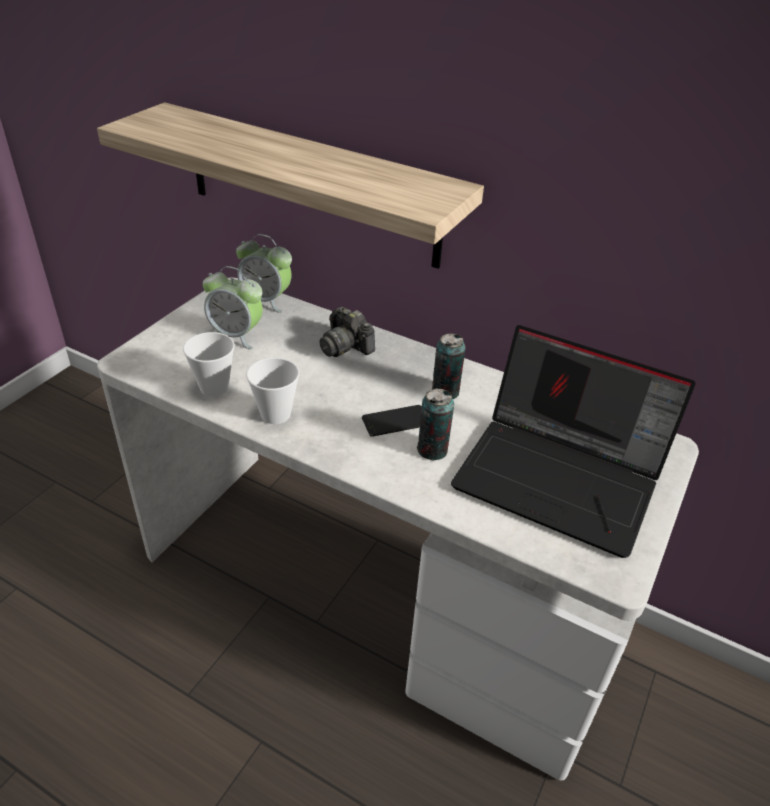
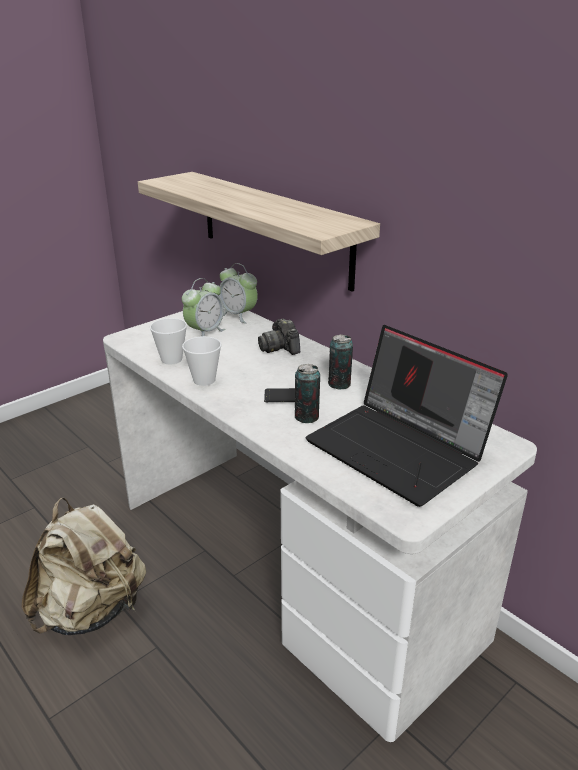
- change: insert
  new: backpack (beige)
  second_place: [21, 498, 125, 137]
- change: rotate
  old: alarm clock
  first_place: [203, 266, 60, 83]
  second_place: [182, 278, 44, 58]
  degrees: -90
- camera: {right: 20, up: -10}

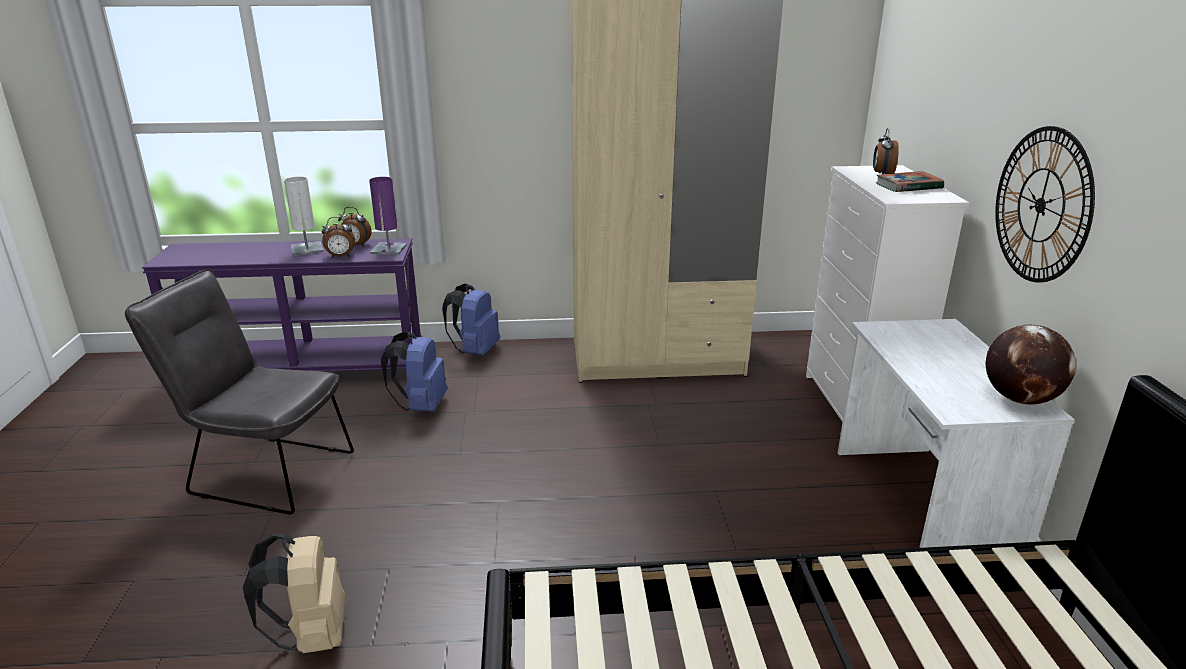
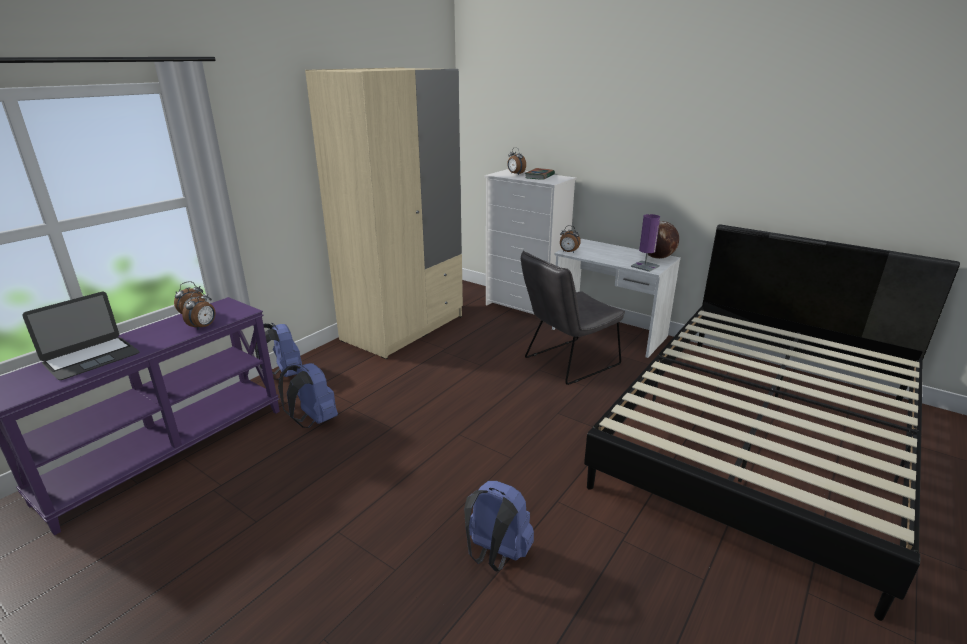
- change: insert
  new: laptop
  second_place: [22, 292, 118, 88]
- change: recolor
  old: backpack (beige)
  new: backpack (blue)
  first_place: [243, 533, 102, 120]
  second_place: [464, 481, 70, 91]
- change: move
  old: chair (grey)
  first_place: [125, 269, 229, 246]
  second_place: [521, 250, 104, 135]
- change: insert
  new: alarm clock
  second_place: [560, 226, 21, 27]
- change: move
  old: table lamp (purple)
  first_place: [369, 177, 38, 78]
  second_place: [631, 214, 29, 58]
- change: delete
  old: table lamp (white)
  first_place: [284, 177, 39, 79]
- change: delete
  old: wall clock
  first_place: [995, 126, 100, 157]
- camera: {right: -50, up: 0}

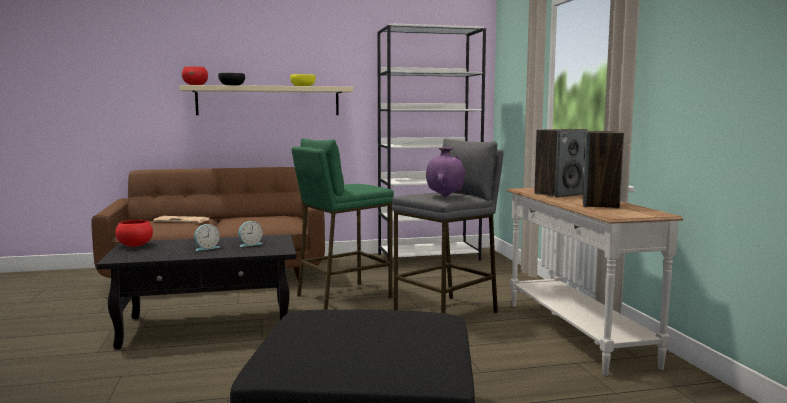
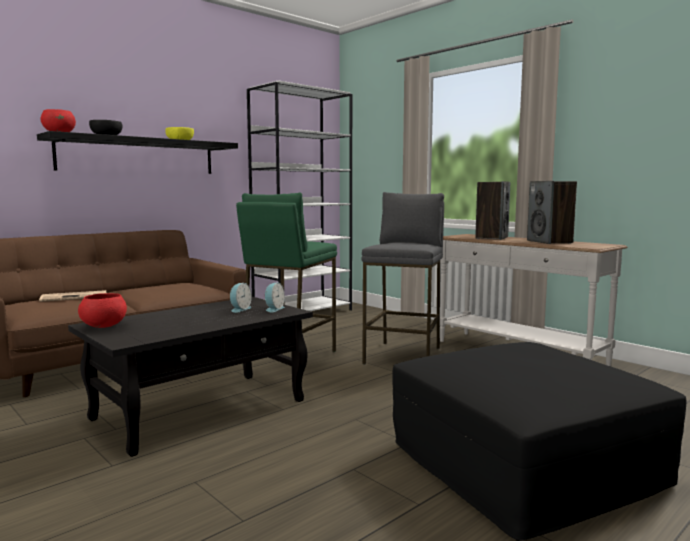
- change: recolor
  old: shelf (beige)
  new: shelf (black)
  first_place: [179, 85, 174, 30]
  second_place: [37, 131, 201, 43]
- change: move
  old: alarm clock
  first_place: [194, 224, 26, 27]
  second_place: [265, 283, 20, 30]
- change: delete
  old: vase (purple)
  first_place: [426, 147, 39, 50]
- camera: {right: -30, up: 0}

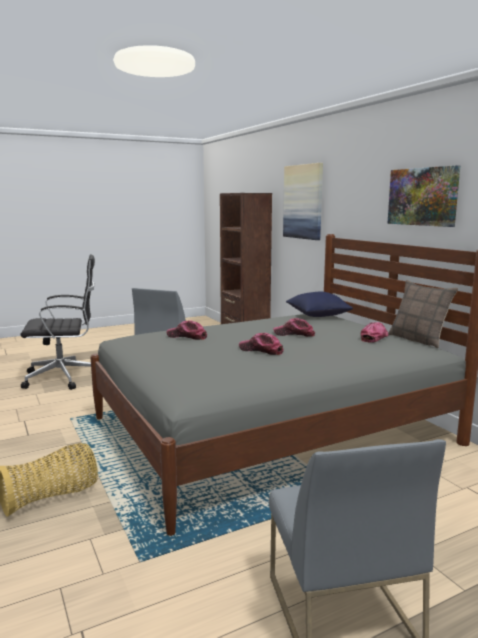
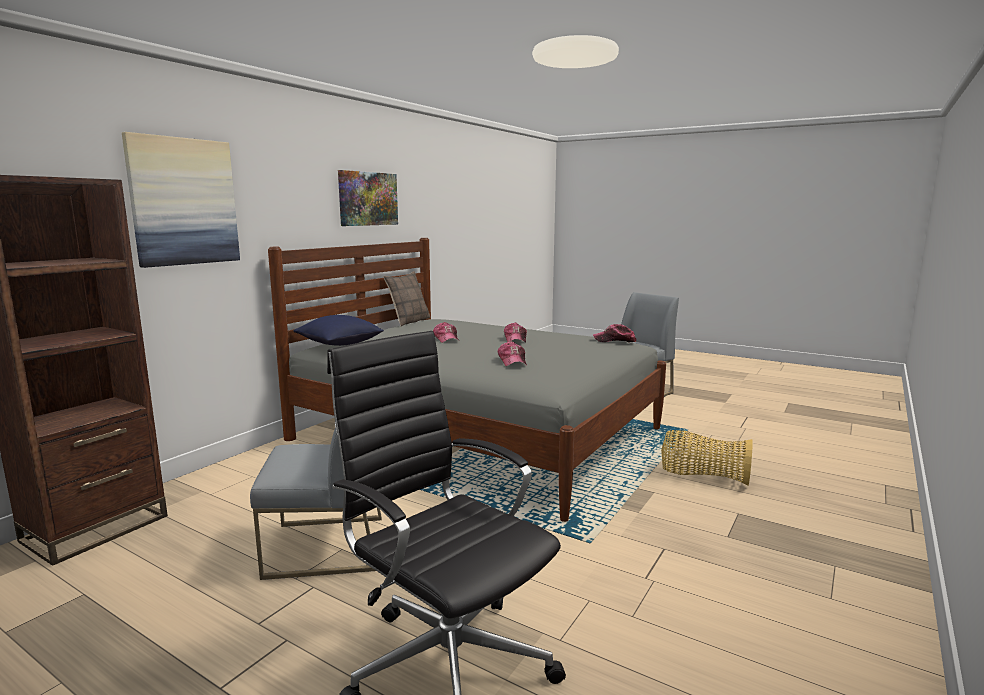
- change: move
  old: cap
  first_place: [361, 322, 28, 21]
  second_place: [593, 324, 44, 19]
- camera: {right: -120, up: 0}

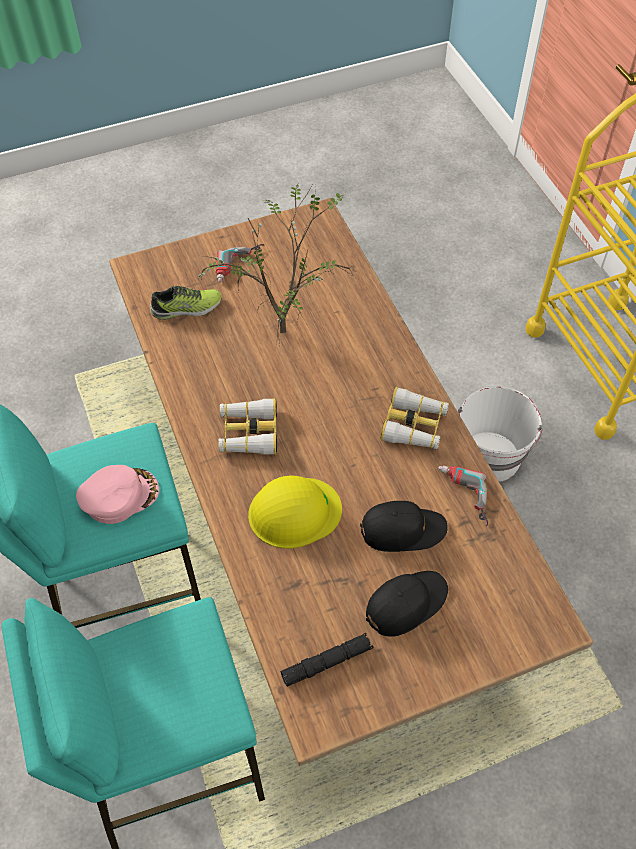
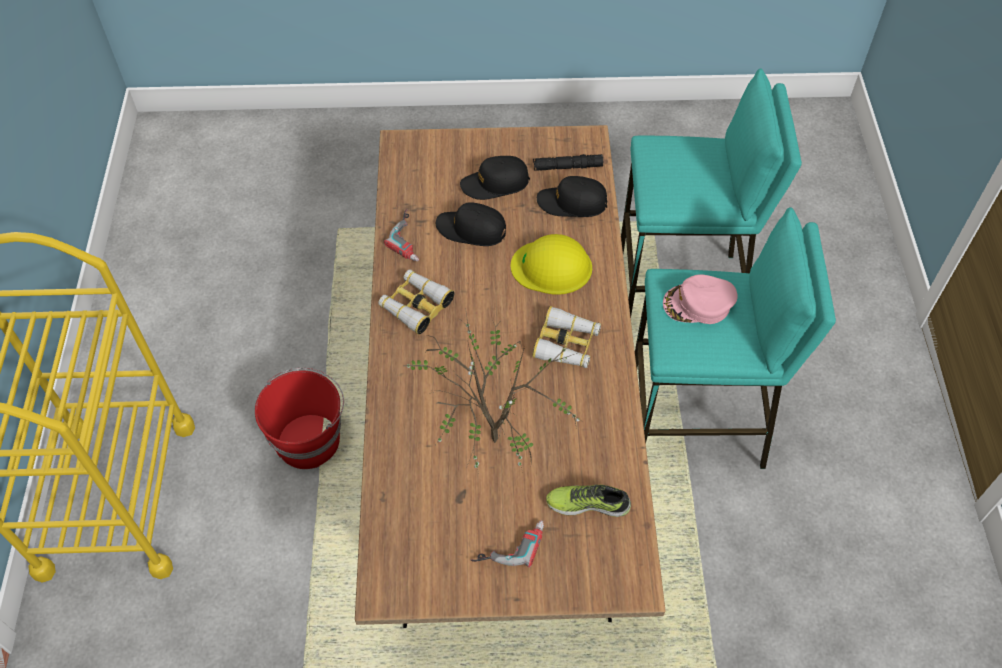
- change: recolor
  old: bucket (white)
  new: bucket (red)
  first_place: [458, 386, 84, 96]
  second_place: [255, 368, 89, 101]
- change: insert
  new: cap (black)
  second_place: [537, 176, 70, 41]
- camera: {right: -160, up: 0}

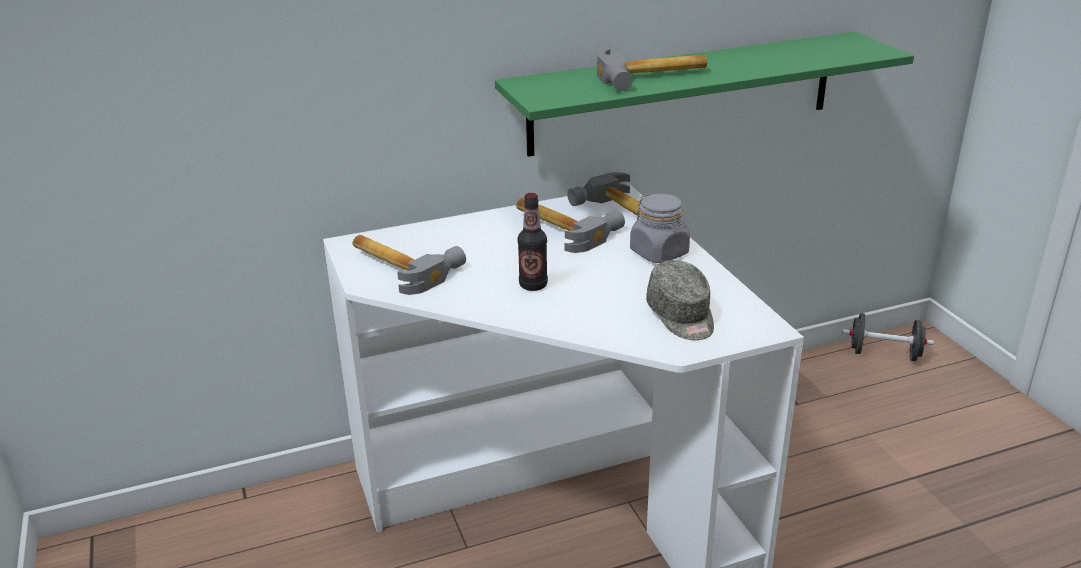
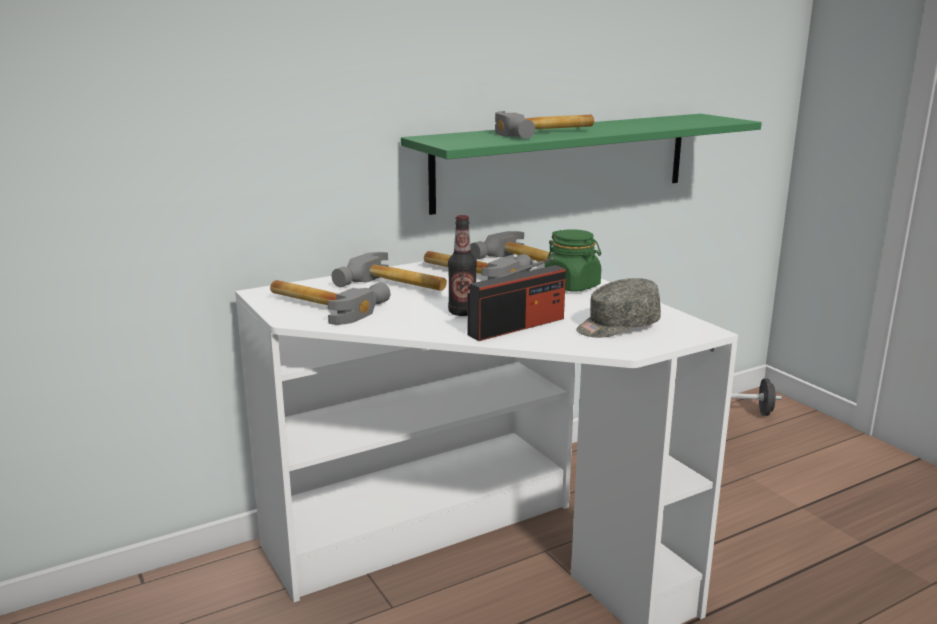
- change: insert
  new: hammer
  second_place: [331, 252, 116, 39]
- change: insert
  new: radio
  second_place: [467, 257, 99, 84]
- change: recolor
  old: jar (grey)
  new: jar (green)
  first_place: [630, 193, 60, 70]
  second_place: [544, 229, 57, 62]
- change: rotate
  old: cap (grey)
  first_place: [646, 260, 68, 80]
  second_place: [576, 278, 85, 59]
  degrees: 90
- camera: {right: -10, up: -10}

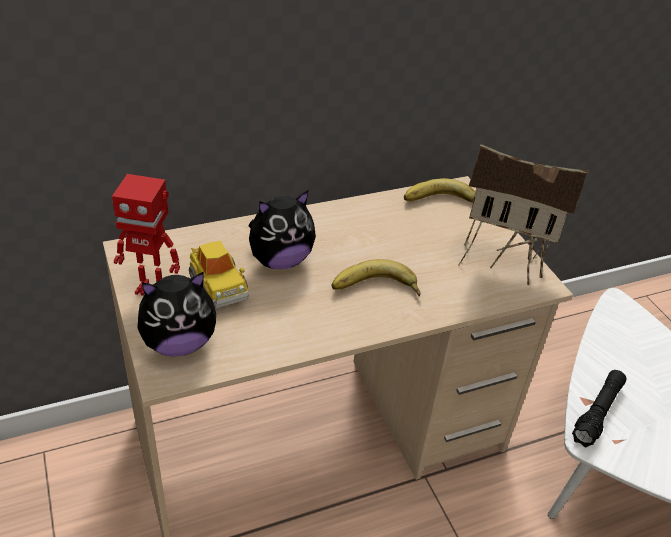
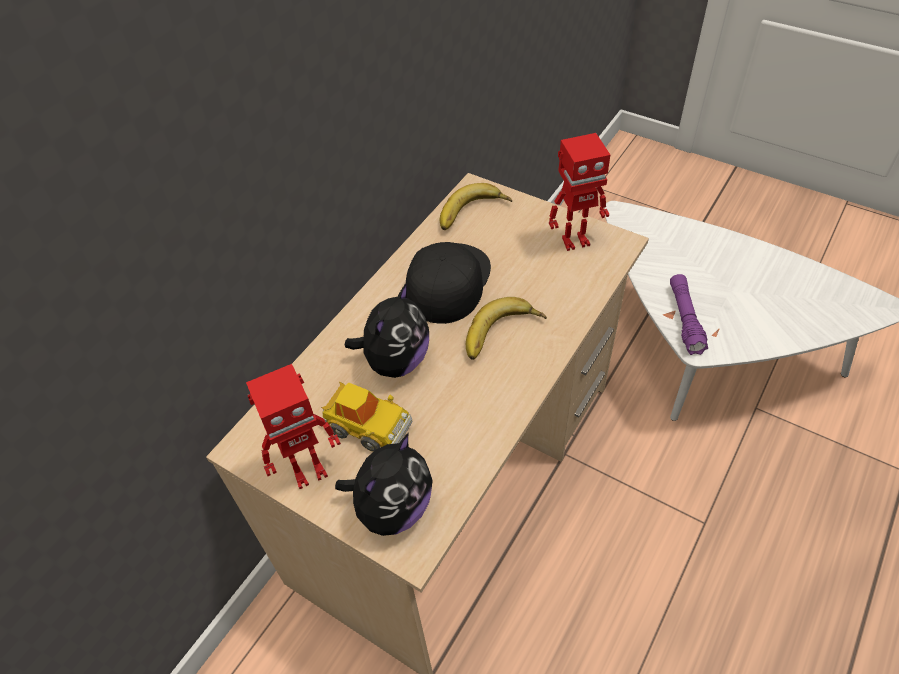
- change: insert
  new: cap (black)
  second_place: [406, 242, 85, 82]
- change: replace
  old: toy house
  new: toy robot
  first_place: [458, 144, 131, 141]
  second_place: [549, 133, 61, 118]
- change: recolor
  old: flashlight (black)
  new: flashlight (purple)
  first_place: [572, 370, 54, 77]
  second_place: [670, 274, 38, 81]
- camera: {right: -30, up: 10}

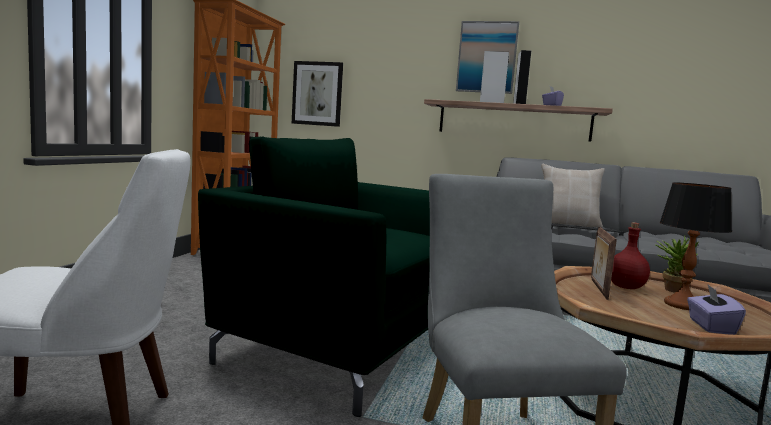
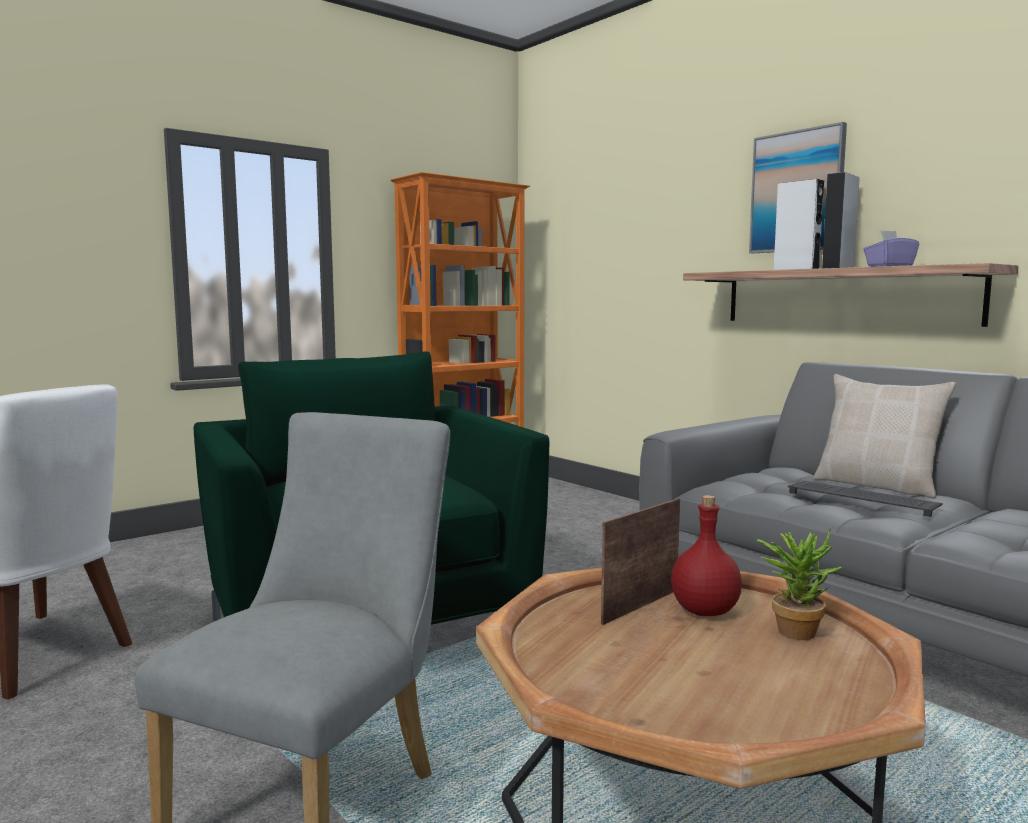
- change: delete
  old: picture
  first_place: [292, 61, 51, 66]
- change: delete
  old: table lamp
  first_place: [660, 182, 72, 128]
- change: delete
  old: tissue box (purple)
  first_place: [687, 285, 59, 50]
- camera: {right: 35, up: 0}

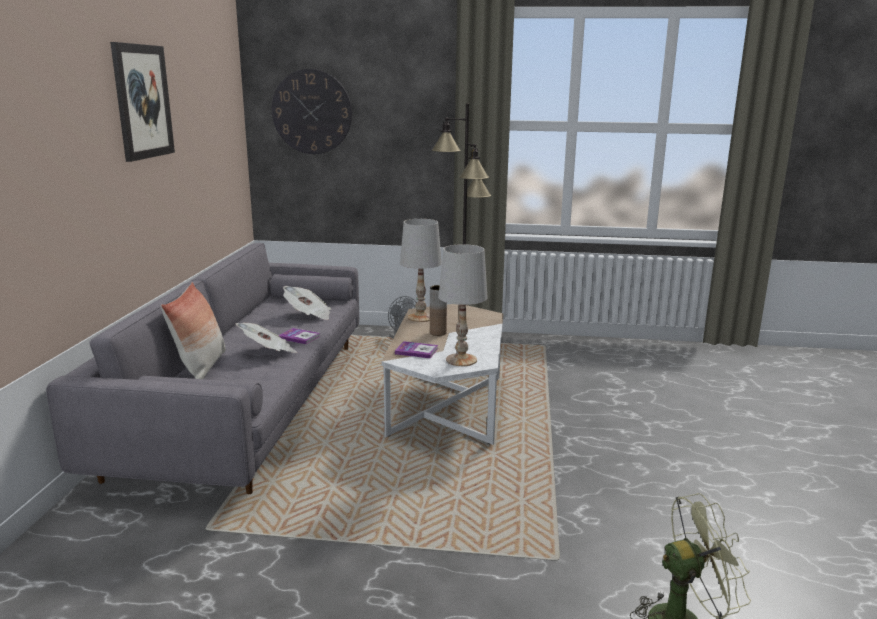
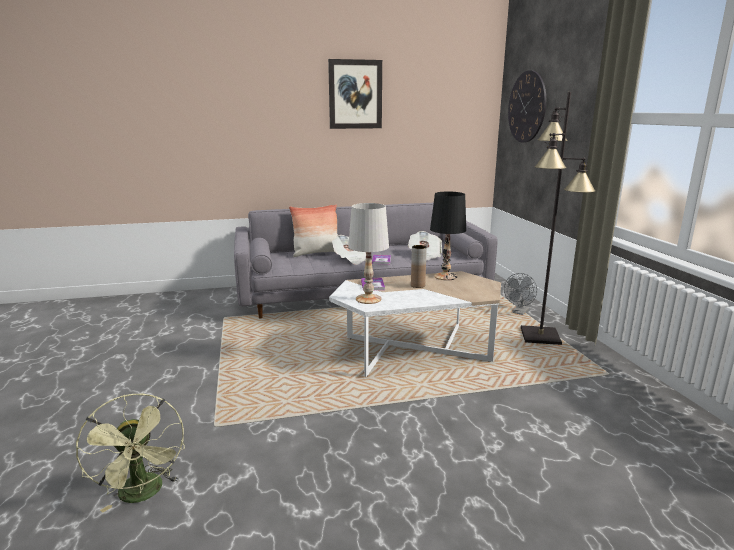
- change: recolor
  old: table lamp (white)
  new: table lamp (black)
  first_place: [400, 219, 42, 103]
  second_place: [430, 192, 36, 88]
- camera: {right: 70, up: 0}

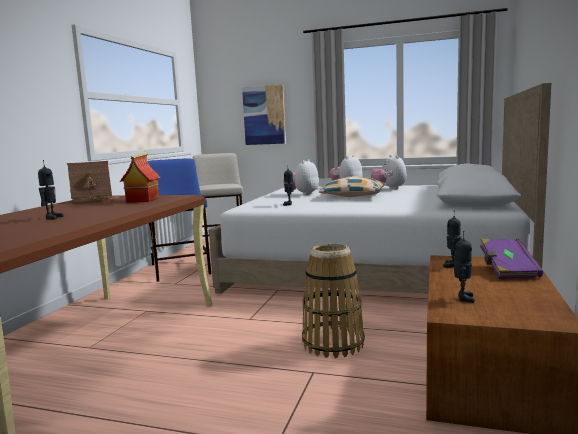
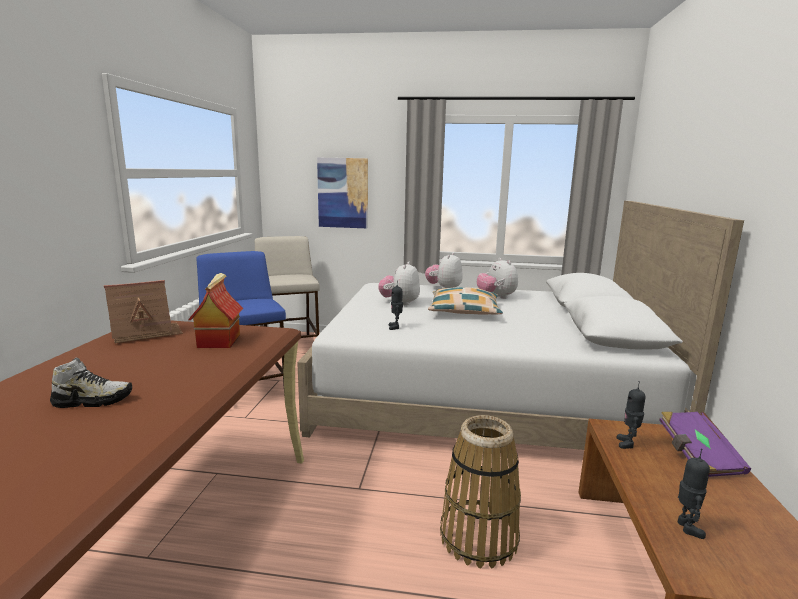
- change: replace
  old: toy robot
  new: shoe
  first_place: [38, 160, 26, 60]
  second_place: [50, 358, 82, 50]
- camera: {right: -10, up: 5}

